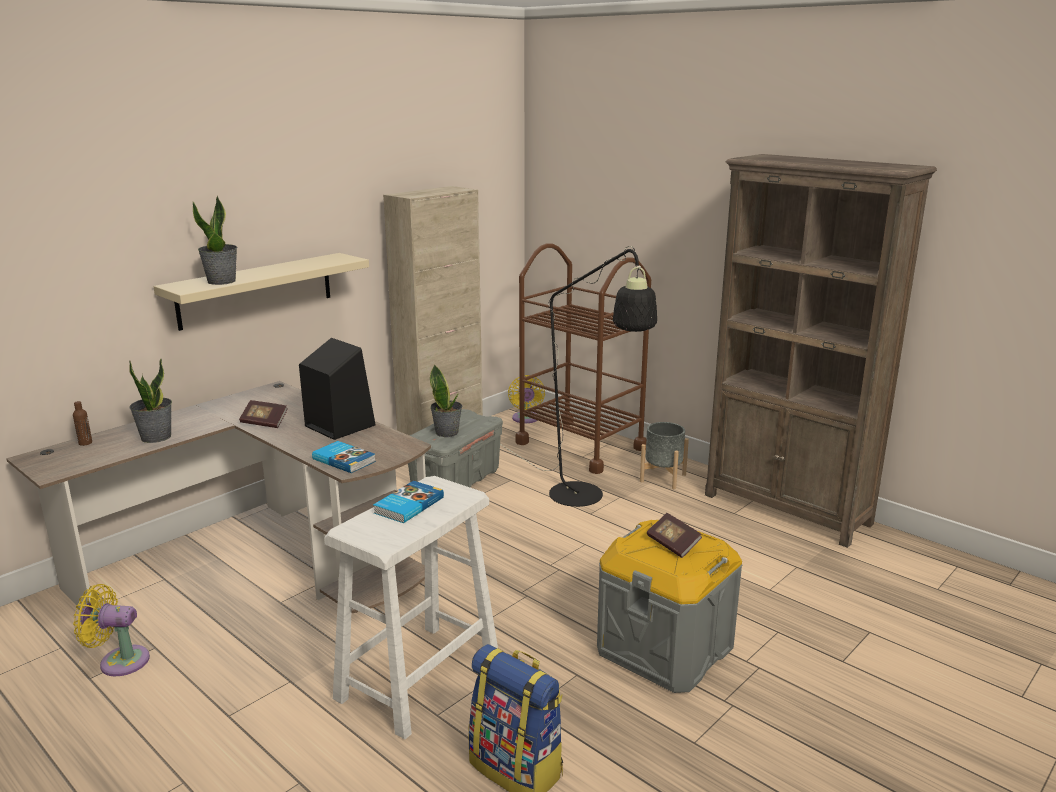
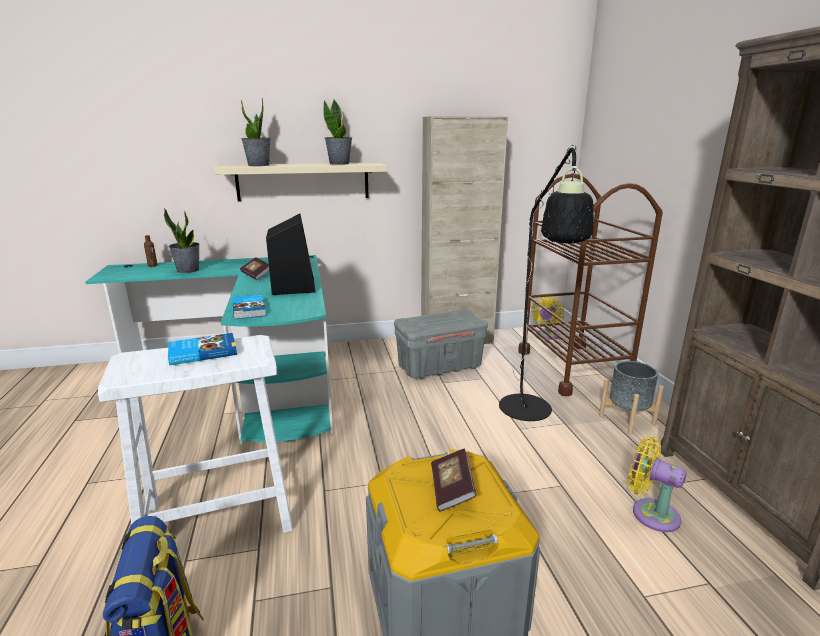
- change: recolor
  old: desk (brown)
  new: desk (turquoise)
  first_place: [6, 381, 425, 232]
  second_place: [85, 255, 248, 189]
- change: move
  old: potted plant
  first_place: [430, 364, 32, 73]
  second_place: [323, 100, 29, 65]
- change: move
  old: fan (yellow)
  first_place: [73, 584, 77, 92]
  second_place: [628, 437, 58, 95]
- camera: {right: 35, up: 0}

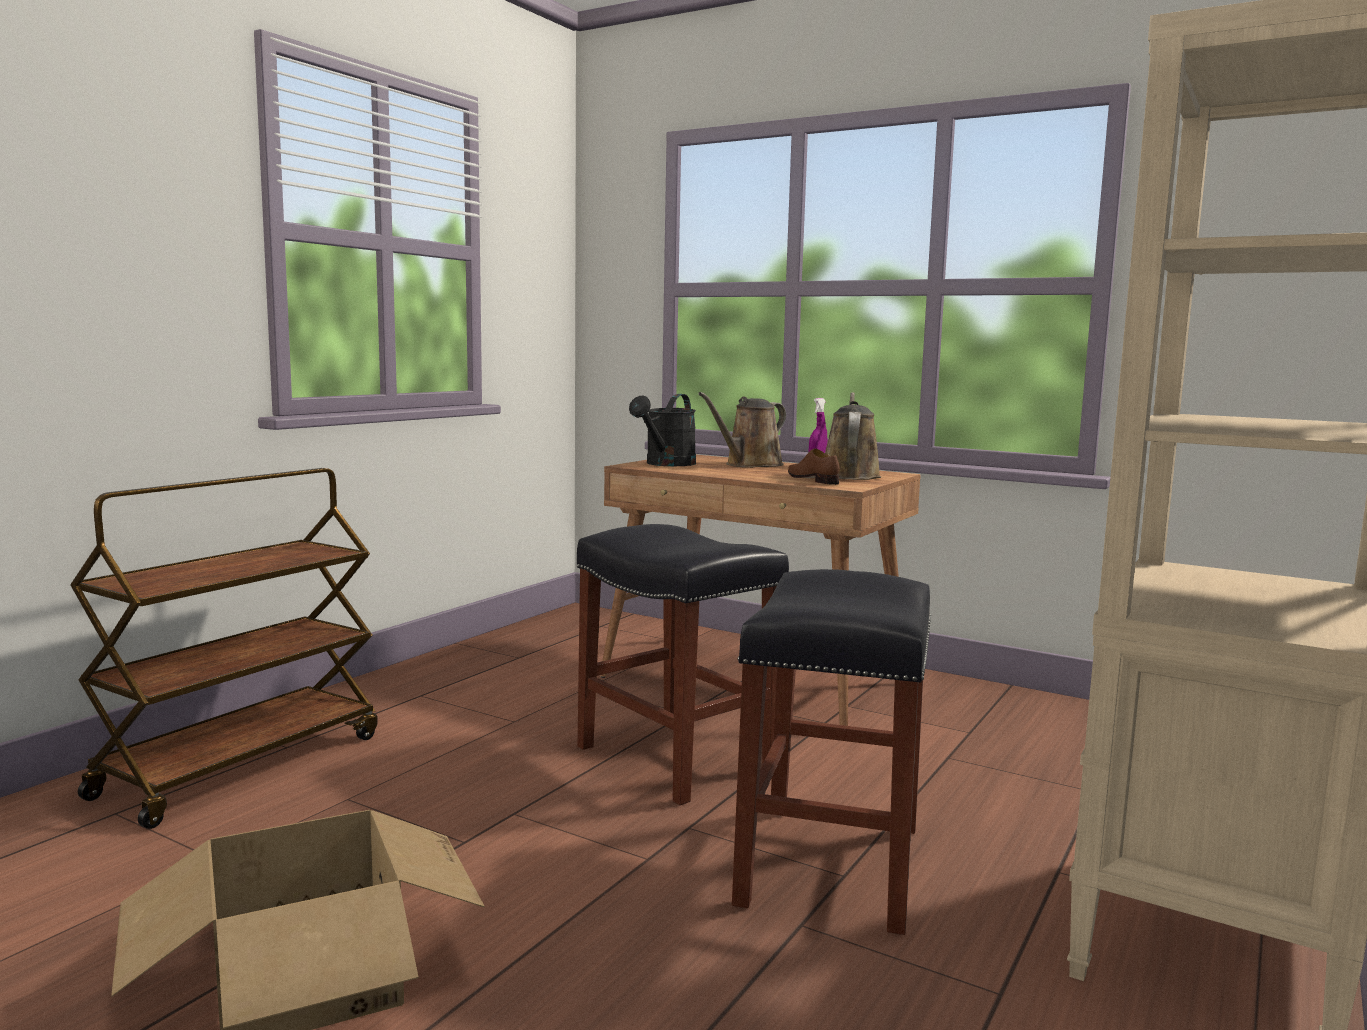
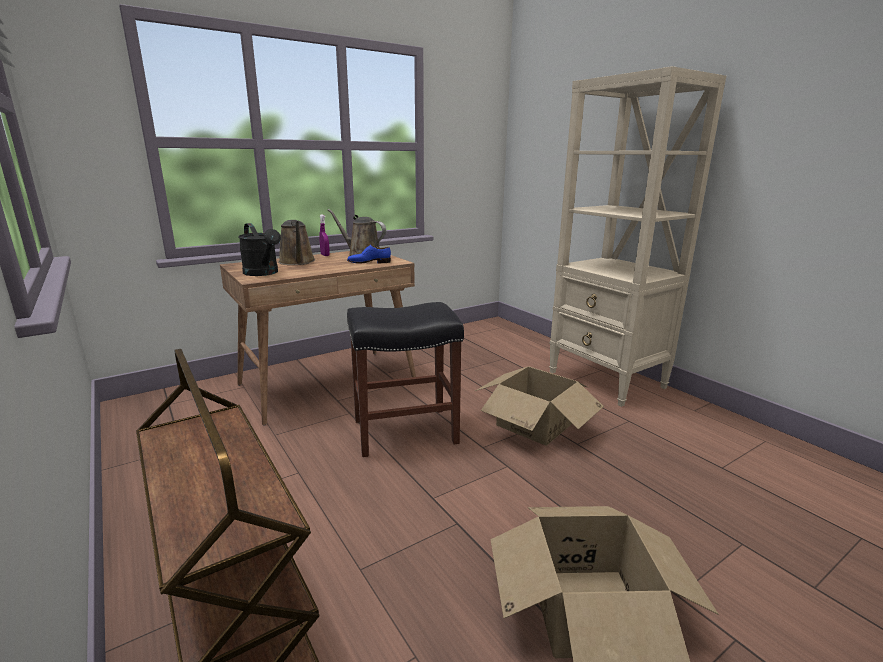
- change: recolor
  old: shoe (brown)
  new: shoe (blue)
  first_place: [788, 449, 52, 36]
  second_place: [347, 245, 44, 19]
- change: replace
  old: stool (black)
  new: cardboard box
  first_place: [732, 569, 199, 366]
  second_place: [475, 366, 129, 80]
- camera: {right: -65, up: 10}

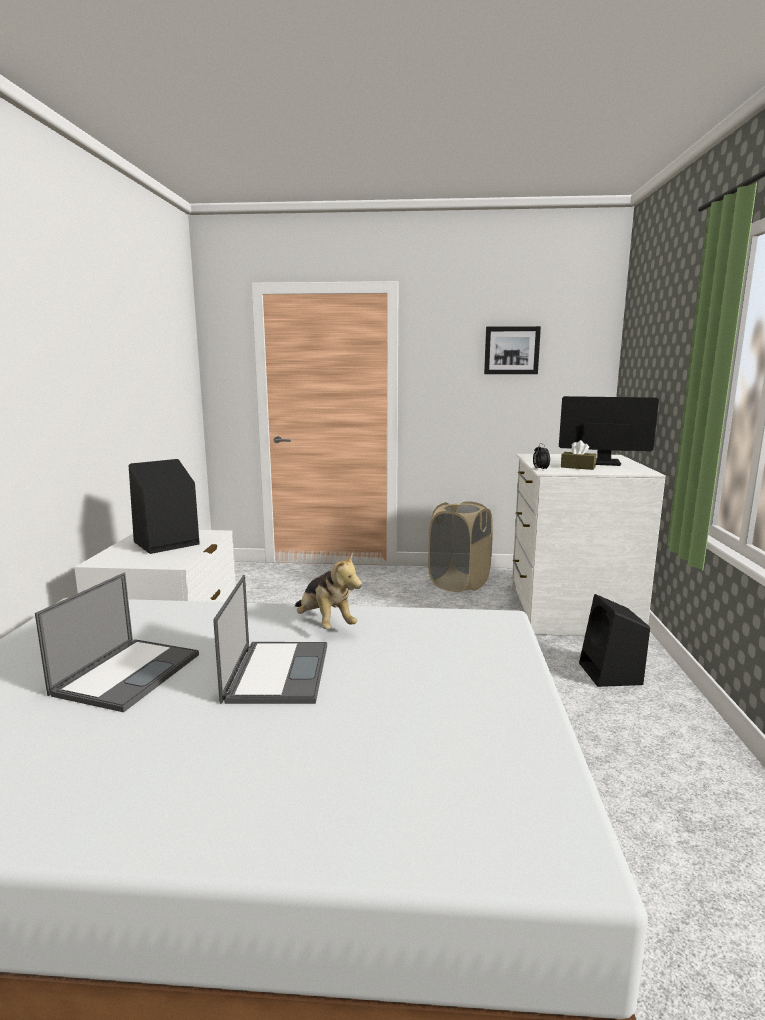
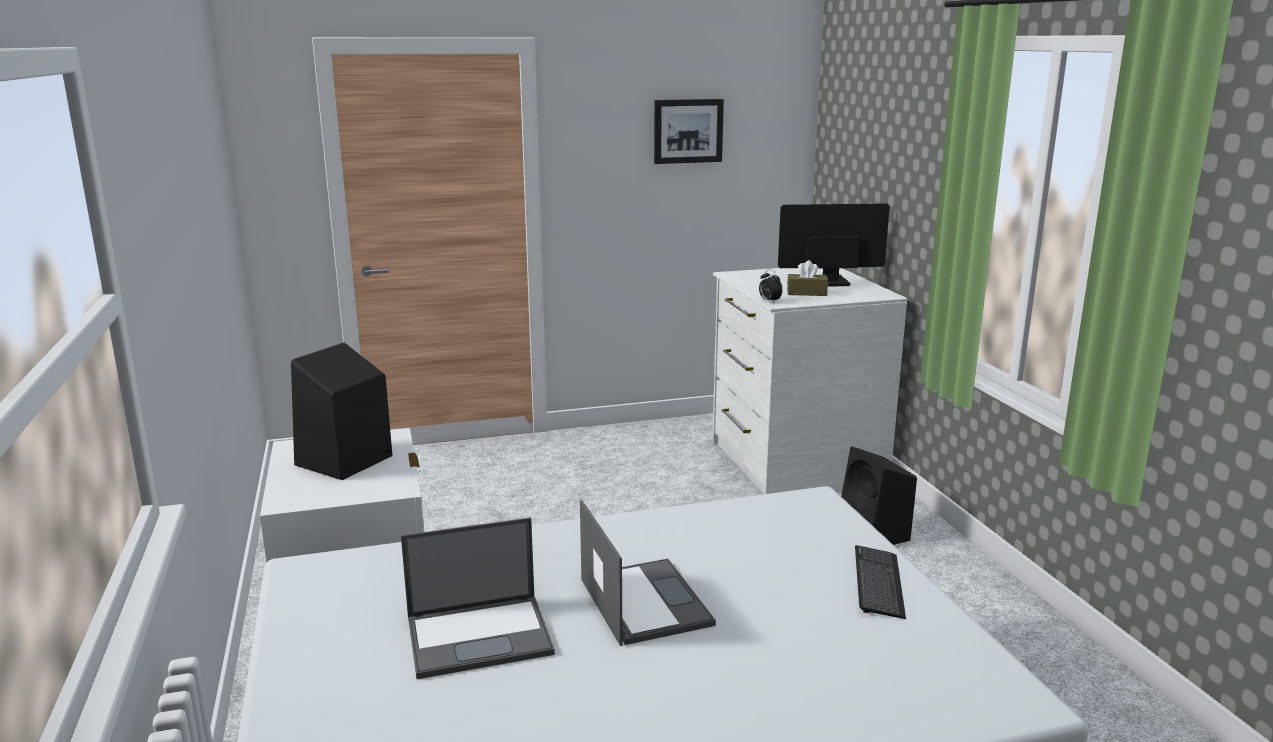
- change: rotate
  old: laptop
  first_place: [35, 573, 164, 139]
  second_place: [401, 517, 154, 162]
  degrees: 75
- change: insert
  new: keyboard
  second_place: [855, 545, 51, 74]
- change: delete
  old: plush toy
  first_place: [295, 552, 67, 77]
- change: delete
  old: laundry basket (beige)
  first_place: [428, 501, 65, 91]
- camera: {right: -20, up: 5}

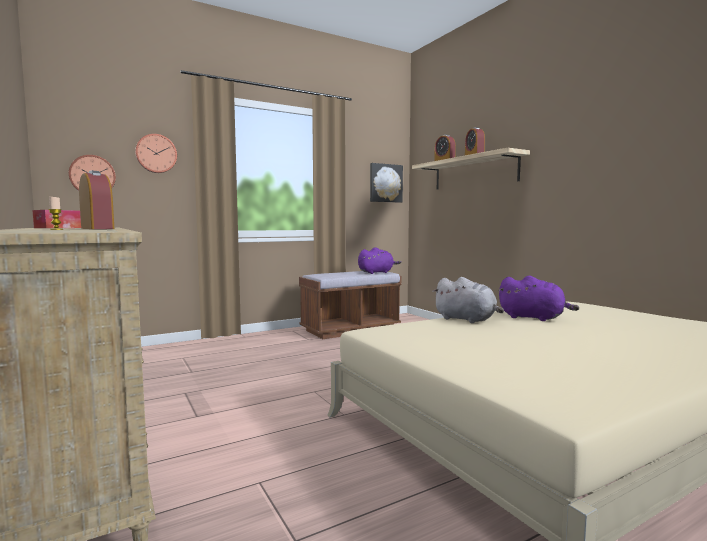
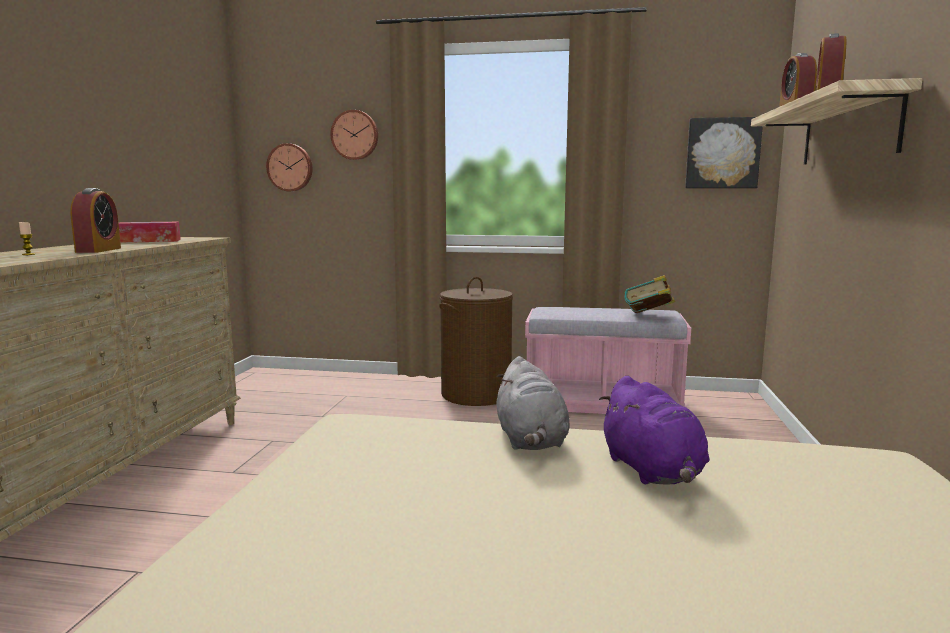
- change: insert
  new: laundry basket (brown)
  second_place: [439, 277, 74, 129]
- change: recolor
  old: bench (brown)
  new: bench (pink)
  first_place: [299, 271, 102, 68]
  second_place: [525, 307, 166, 107]
- change: replace
  old: plush toy (purple)
  new: book
  first_place: [358, 247, 43, 27]
  second_place: [624, 275, 51, 38]
- camera: {right: 40, up: 5}

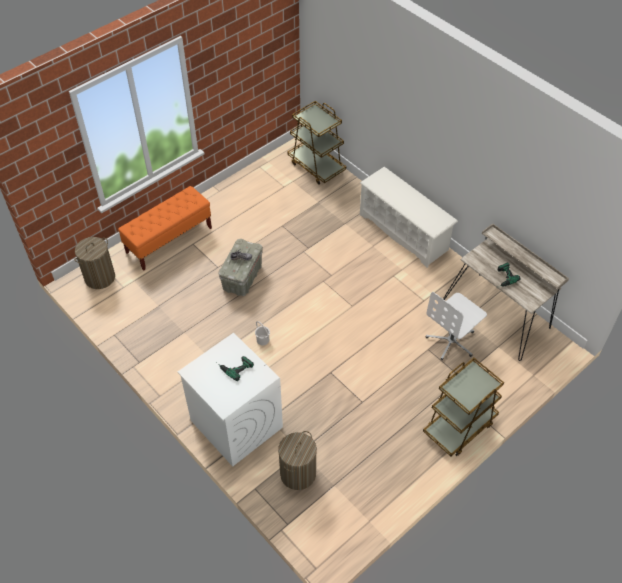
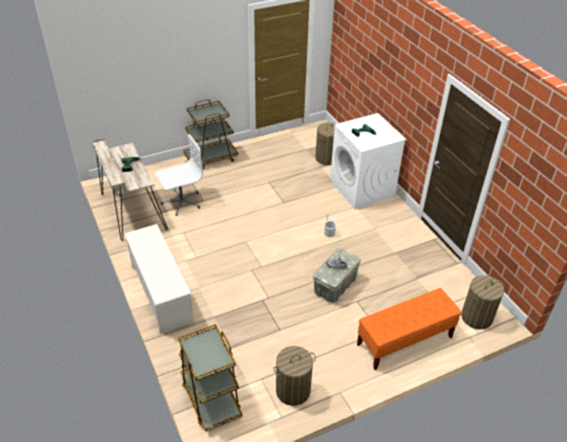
- change: insert
  new: laundry basket
  second_place: [273, 346, 43, 60]
- camera: {right: -165, up: -10}

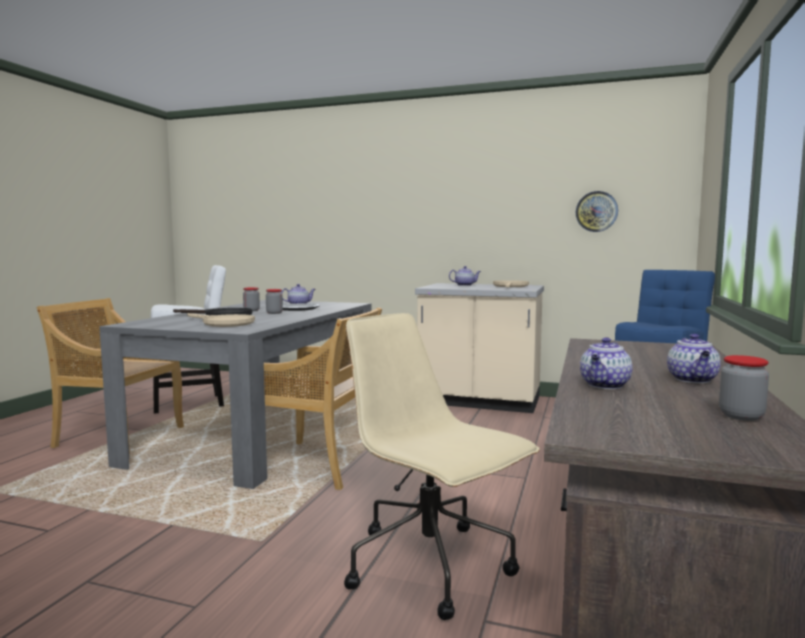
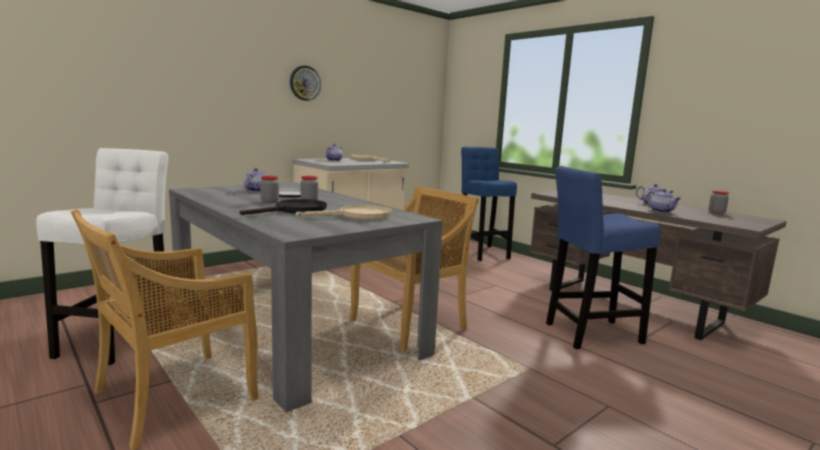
- change: move
  old: wall clock
  first_place: [576, 191, 42, 41]
  second_place: [290, 66, 31, 35]
- change: replace
  old: office chair (beige)
  new: stool (blue)
  first_place: [344, 313, 196, 307]
  second_place: [546, 166, 115, 183]
- camera: {right: -60, up: 5}

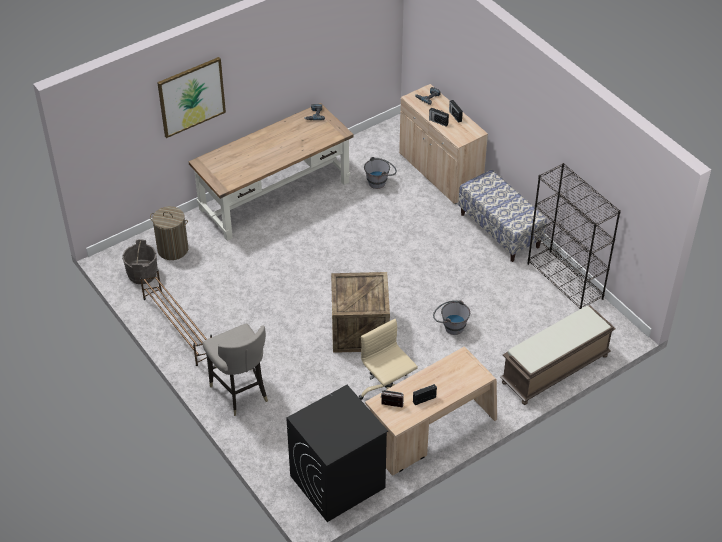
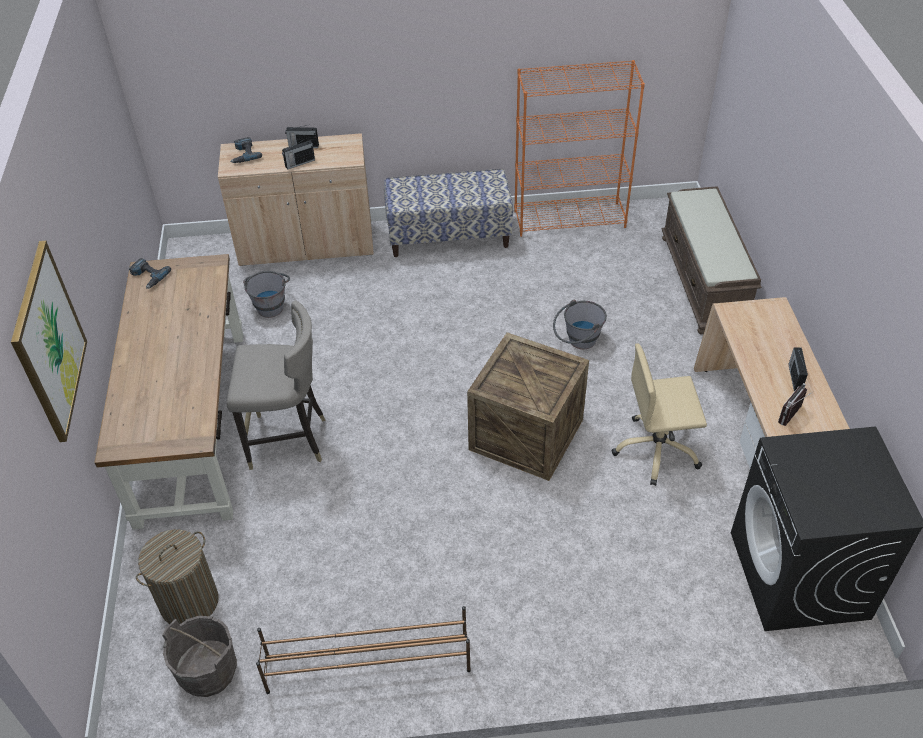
- change: move
  old: stool (grey)
  first_place: [202, 324, 66, 92]
  second_place: [227, 301, 99, 169]
- change: recolor
  old: bookcase (black)
  new: bookcase (orange)
  first_place: [528, 163, 93, 146]
  second_place: [514, 60, 131, 177]
- camera: {right: -60, up: 0}

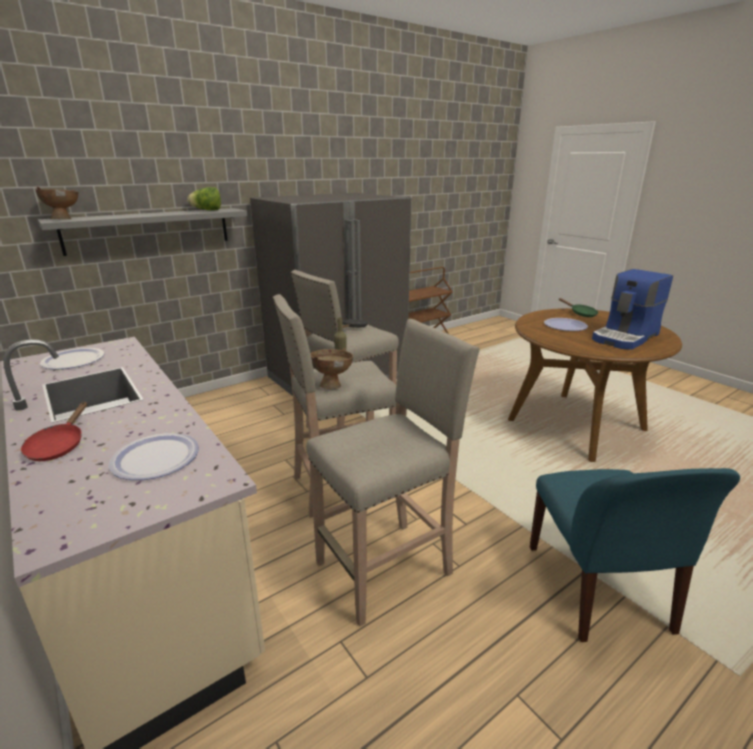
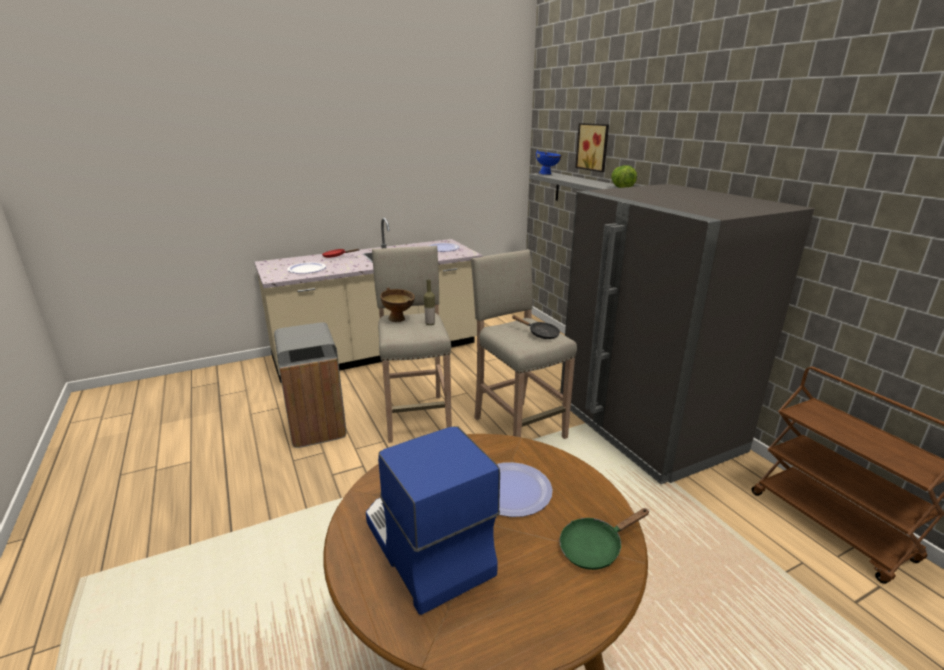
- change: replace
  old: stool (beige)
  new: trash can (grey)
  first_place: [306, 319, 174, 308]
  second_place: [274, 322, 72, 126]
- change: recolor
  old: bowl (brown)
  new: bowl (blue)
  first_place: [36, 187, 42, 32]
  second_place: [536, 150, 26, 25]
- change: insert
  new: picture
  second_place: [575, 123, 34, 49]
- change: delete
  old: chair (blue)
  first_place: [530, 468, 210, 174]
- camera: {right: 100, up: 0}

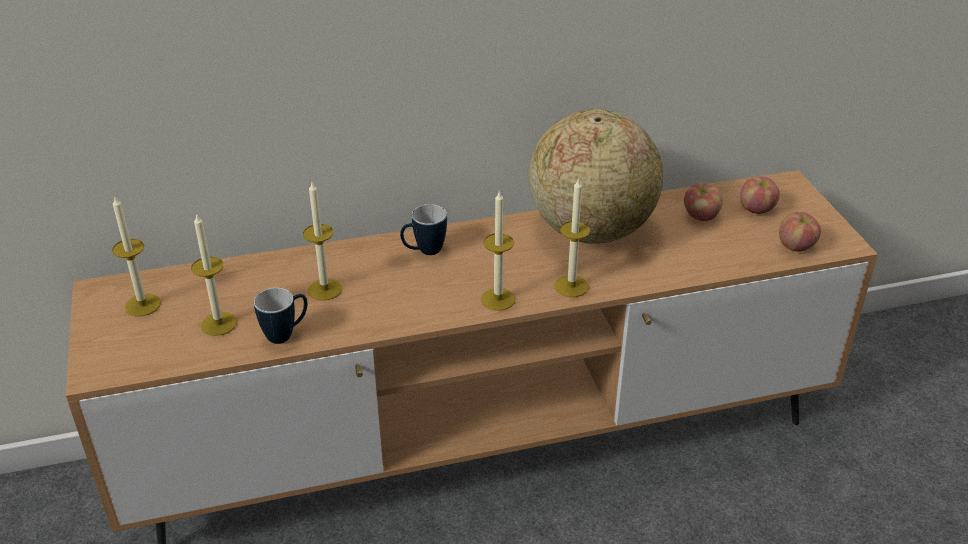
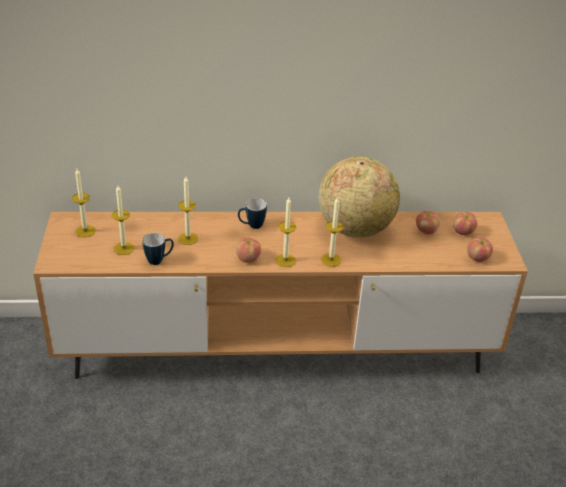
- change: insert
  new: apple
  second_place: [236, 238, 25, 25]
- camera: {right: 10, up: 0}

